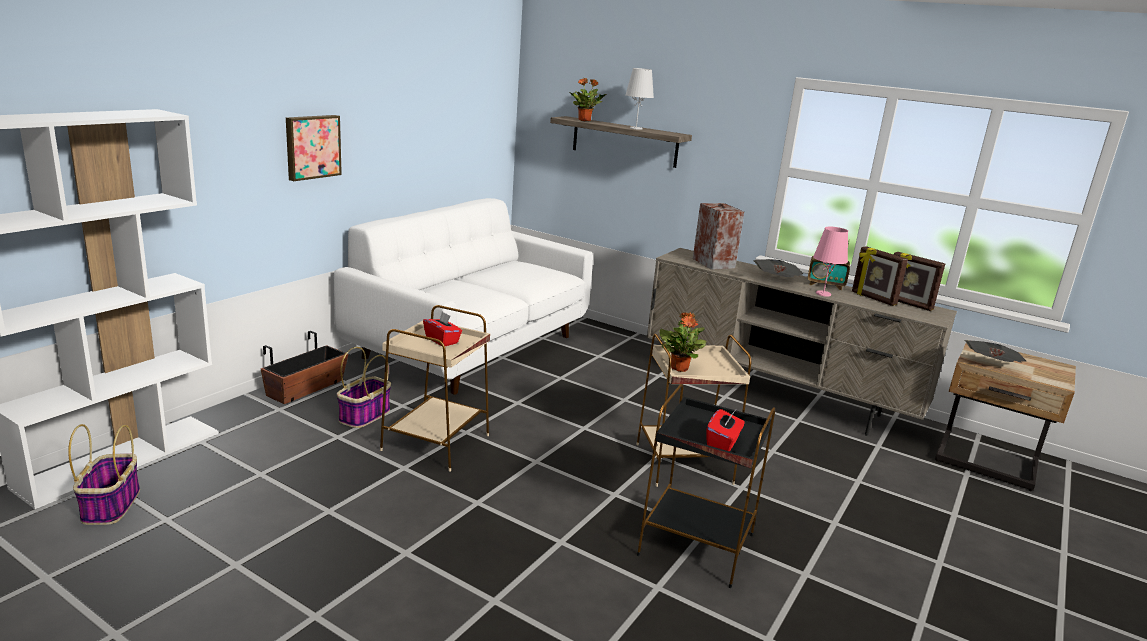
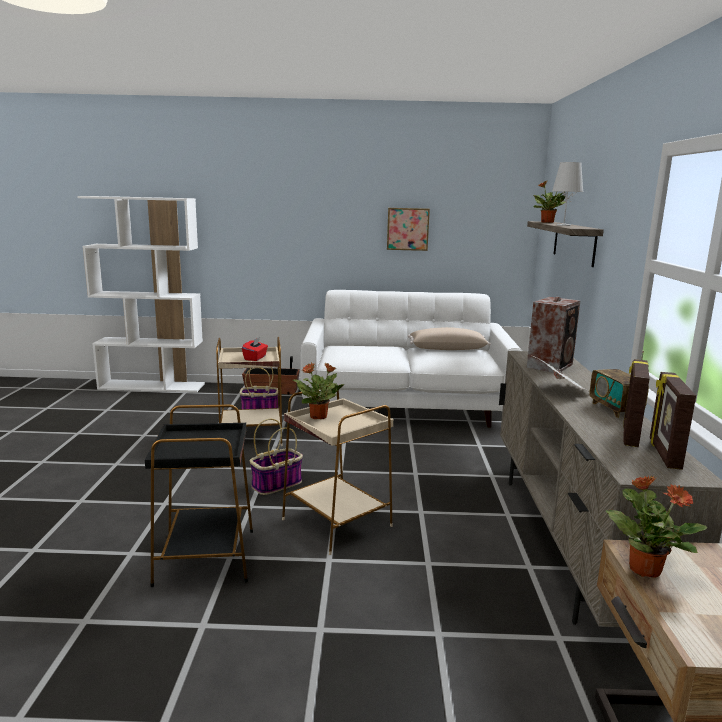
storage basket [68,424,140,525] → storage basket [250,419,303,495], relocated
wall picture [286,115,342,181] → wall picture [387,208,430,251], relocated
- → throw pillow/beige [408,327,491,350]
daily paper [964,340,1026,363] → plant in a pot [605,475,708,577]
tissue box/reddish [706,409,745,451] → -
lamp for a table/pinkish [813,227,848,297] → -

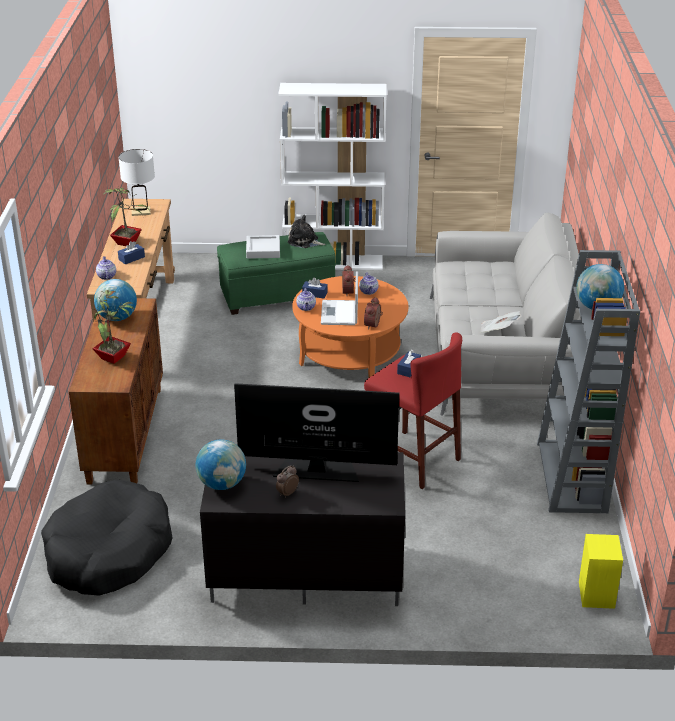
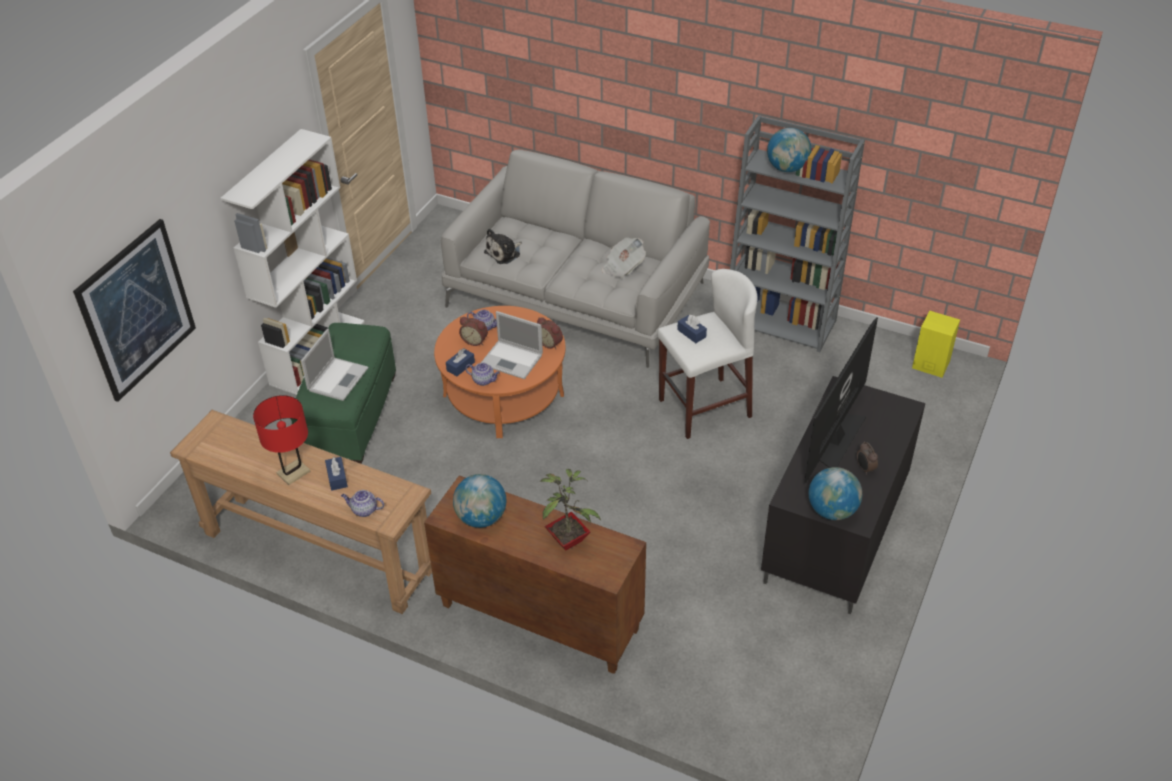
- → wall picture [73,219,196,402]
plant in a pot [102,187,150,246] → lamp for a table/reddish [253,395,310,485]
tray/greyish [246,235,280,259] → notebook computer [301,329,368,401]
soft toy [287,215,325,248] → soft toy [484,228,522,264], relocated
stool seat/reddish [364,332,462,489] → stool seat/white [657,269,758,439]
pet bed/black-coloured [41,480,173,595] → -
lamp for a table/white [118,149,155,216] → -

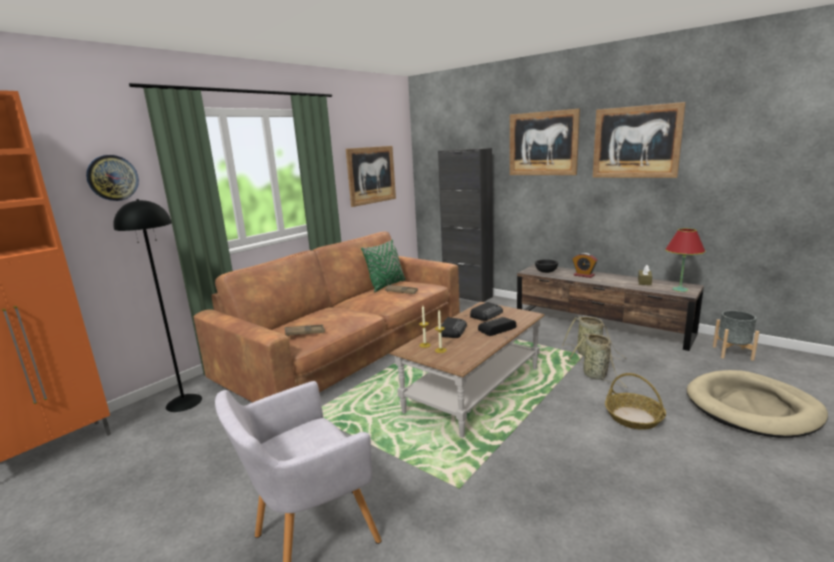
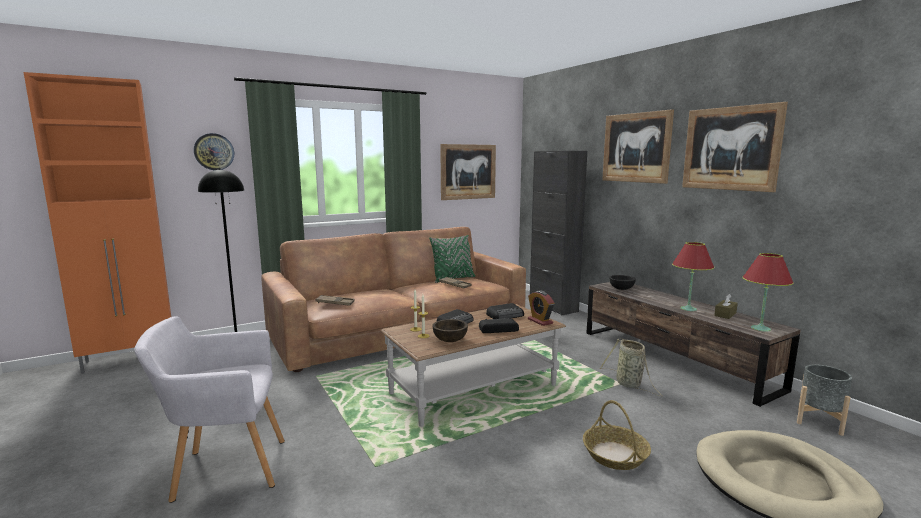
- → deep dish/brown [432,319,468,342]
bedside clock [572,253,598,278] → bedside clock [528,290,554,326], relocated
- → lamp for a table/reddish [672,242,715,311]
storage basket [567,333,628,388] → -

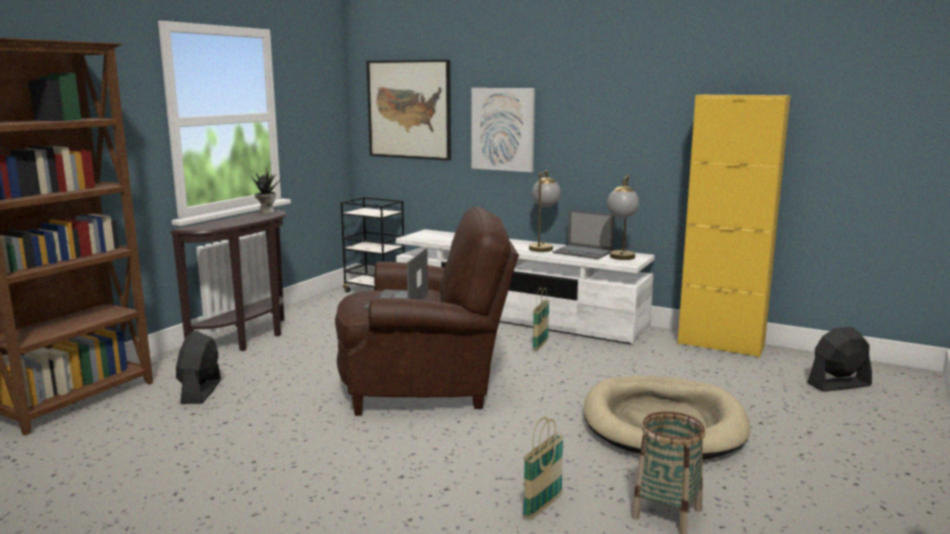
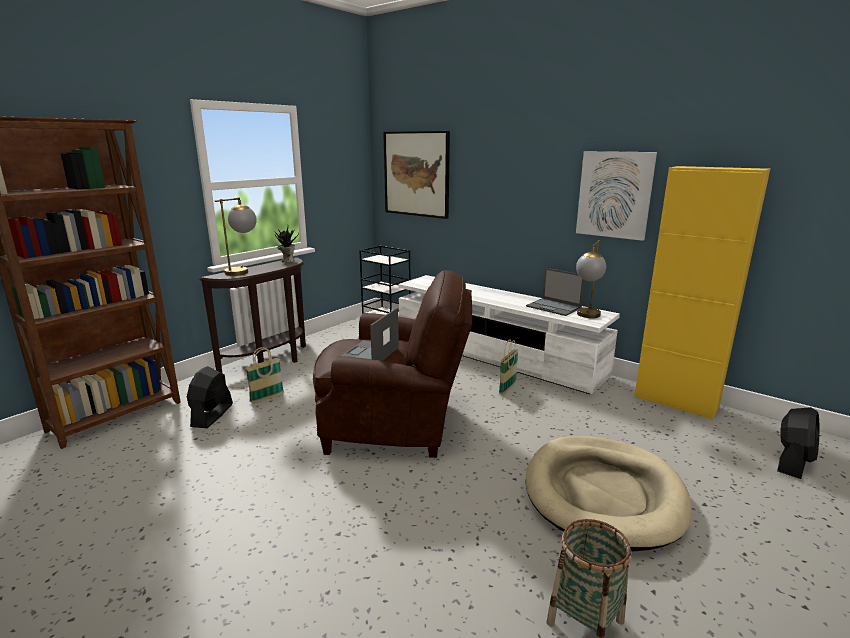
lamp for a table [529,170,561,252] → lamp for a table [215,198,257,276], relocated
storage basket [523,417,564,520] → storage basket [245,347,284,403], relocated
wall picture [472,88,535,172] → wall picture [576,151,657,241], relocated
electric fan/black-coloured [807,327,872,392] → electric fan/black-coloured [777,407,820,479], 135 degrees clockwise

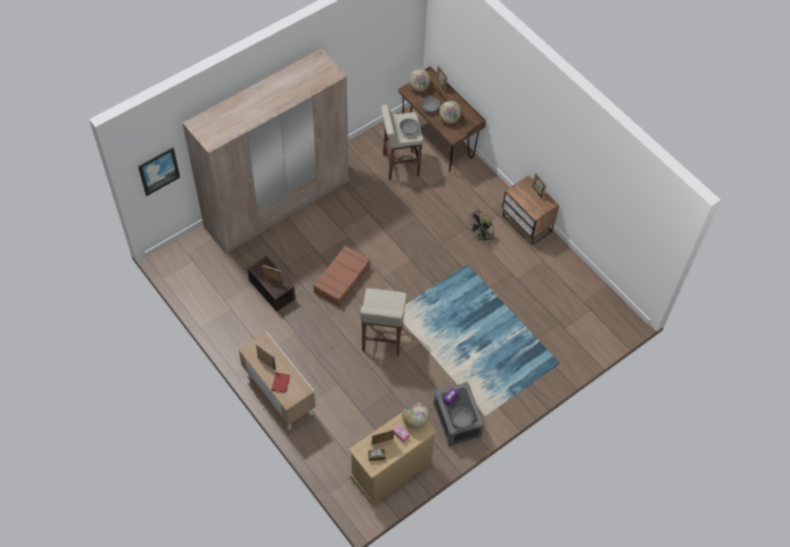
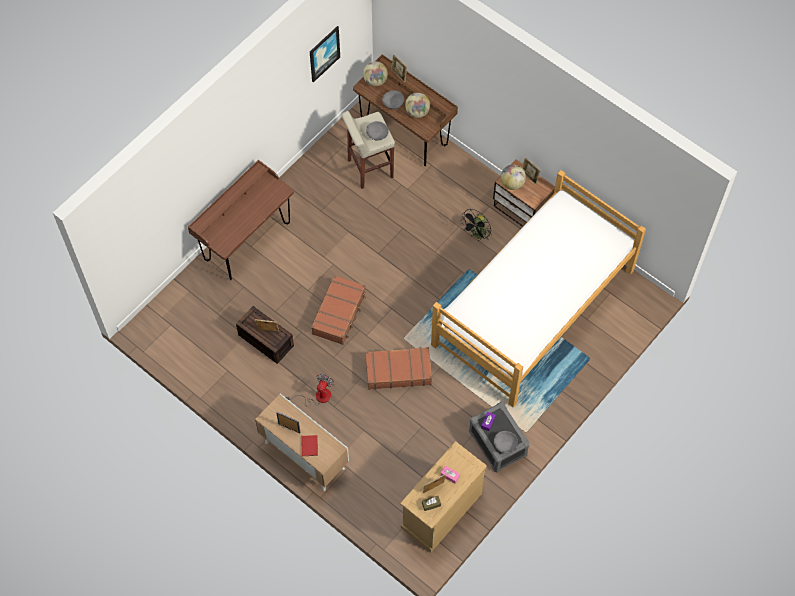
armoire/beige [182,48,349,254] → desk/brown [188,160,294,280]
- → electric fan [285,374,334,406]
wall picture [138,147,180,196] → wall picture [310,26,340,83], relocated
stool seat/beige [360,288,407,356] → travel case/brown [366,347,432,390]
- → bed [431,170,646,407]
world globe [402,402,429,429] → world globe [500,164,526,190], relocated

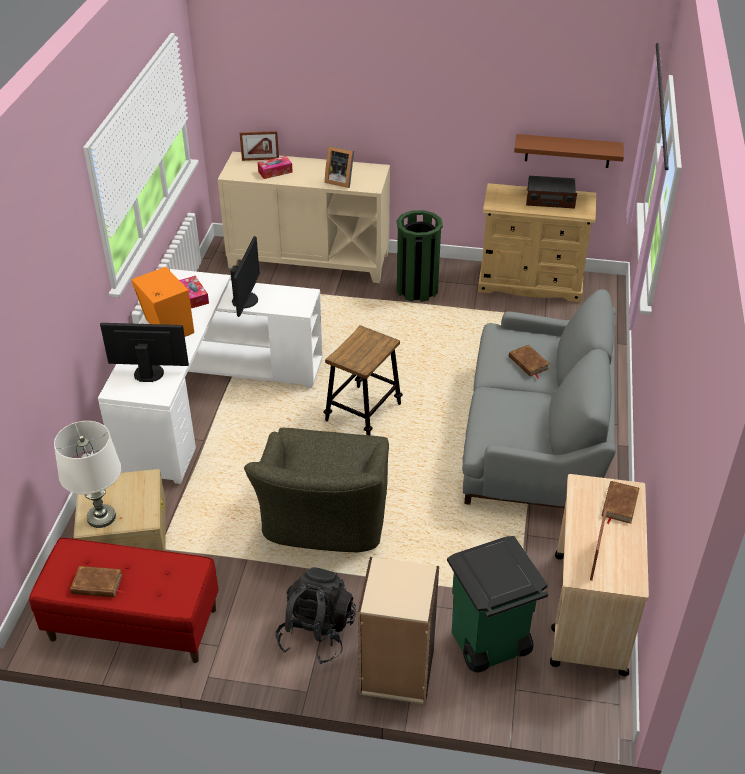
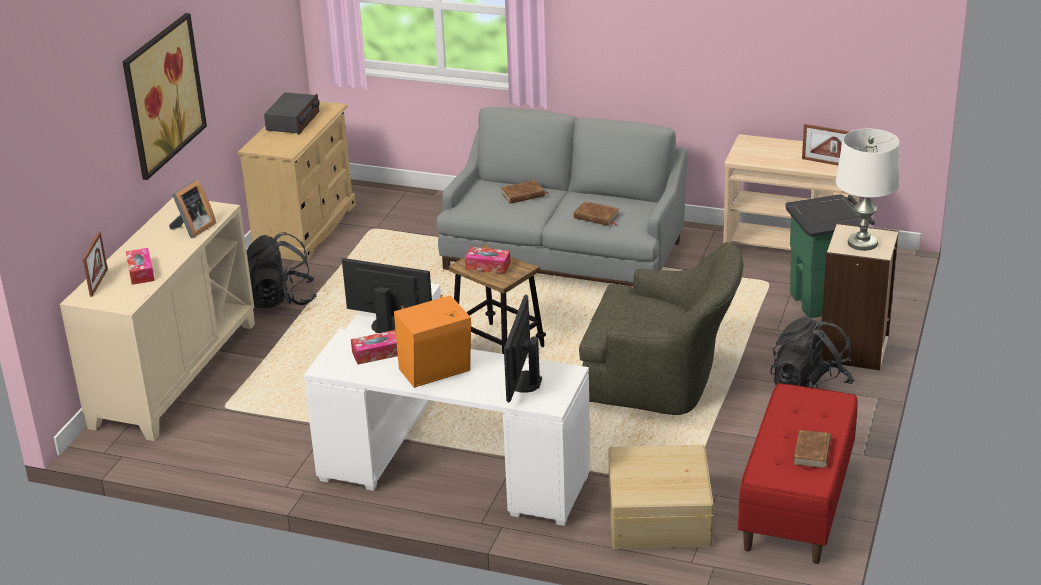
- → wall picture [123,13,207,180]
rubbish bin/green [397,210,443,302] → rucksack/black-coloured [247,232,317,309]
- → tissue box [465,247,510,274]
bound book/brown [602,481,639,524] → bound book/brown [574,201,619,226], relocated
lamp for a table/white [54,421,121,528] → lamp for a table/white [836,129,900,251], relocated
bracket shelf/brown [514,134,624,168] → -

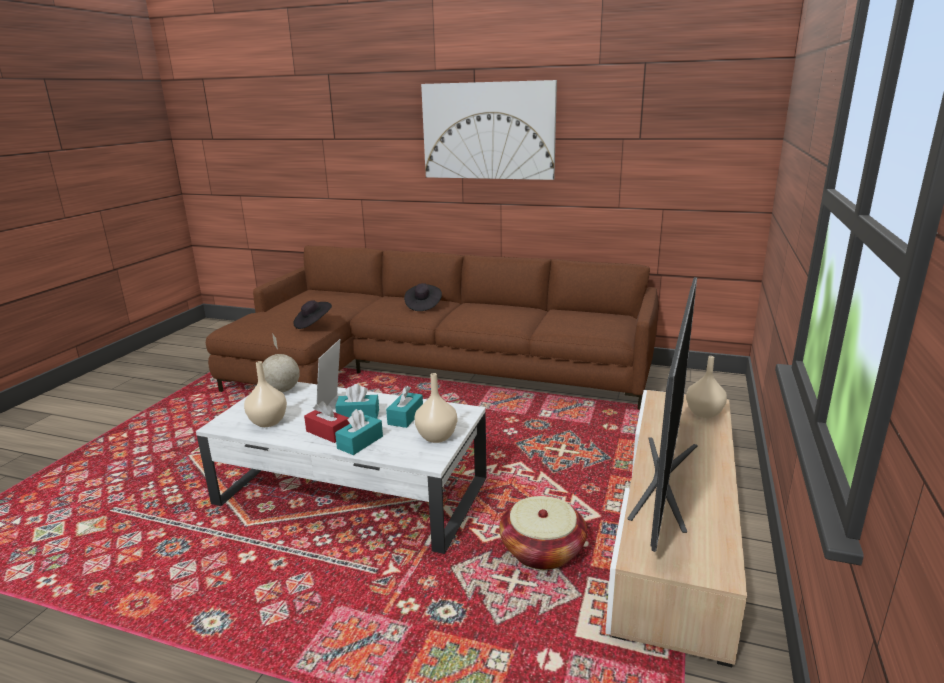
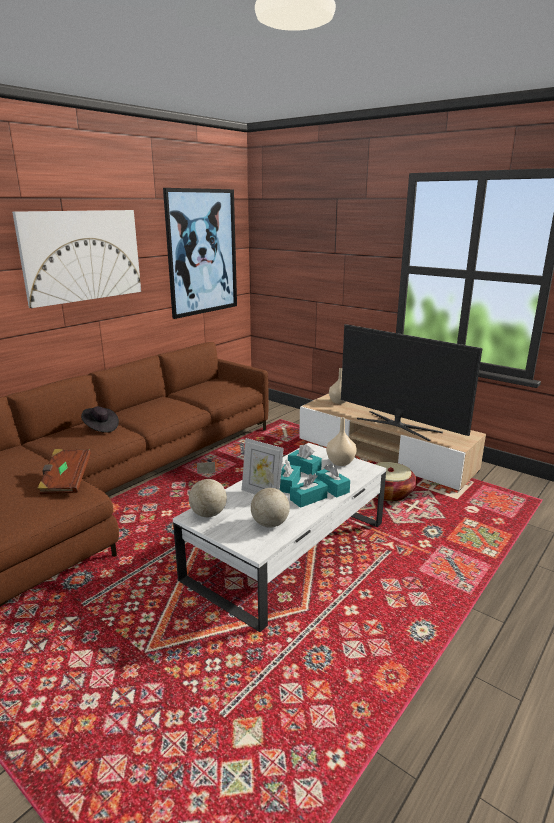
hat/black-coloured [293,300,332,329] → bound book/brown [37,449,91,494]
- → wall picture [163,188,237,319]
flower vase/beige [244,361,287,427] → world globe [251,467,290,528]
tissue box/reddish [304,401,350,443] → tissue box/turquoise-coloured [290,474,328,508]

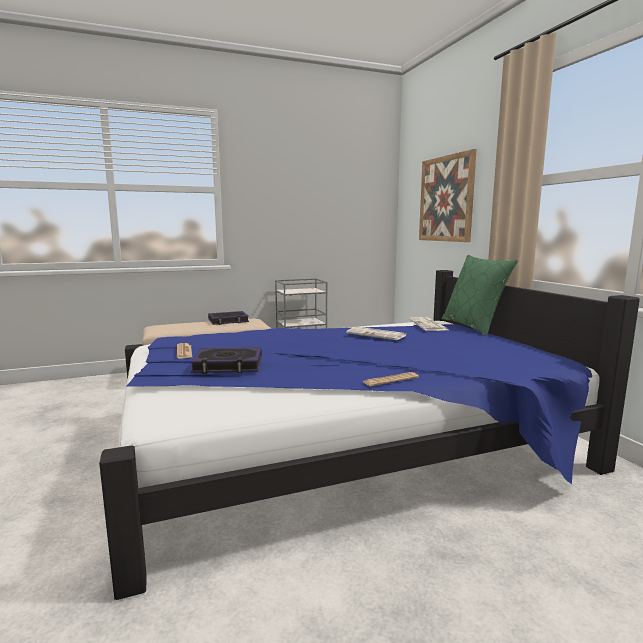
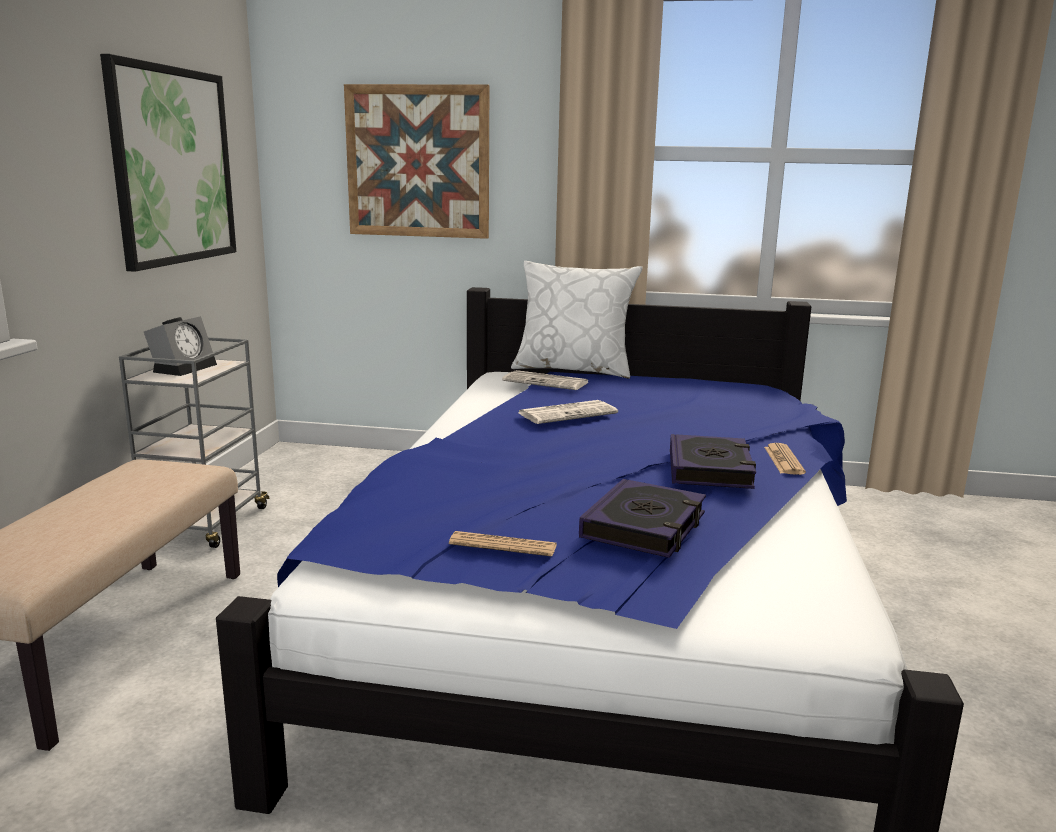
- → wall picture [100,54,236,272]
- → bedside clock [144,316,217,376]
throw pillow/green [442,255,518,336] → throw pillow/white [511,261,643,379]
bound book [208,311,249,325] → bound book [670,434,756,489], relocated

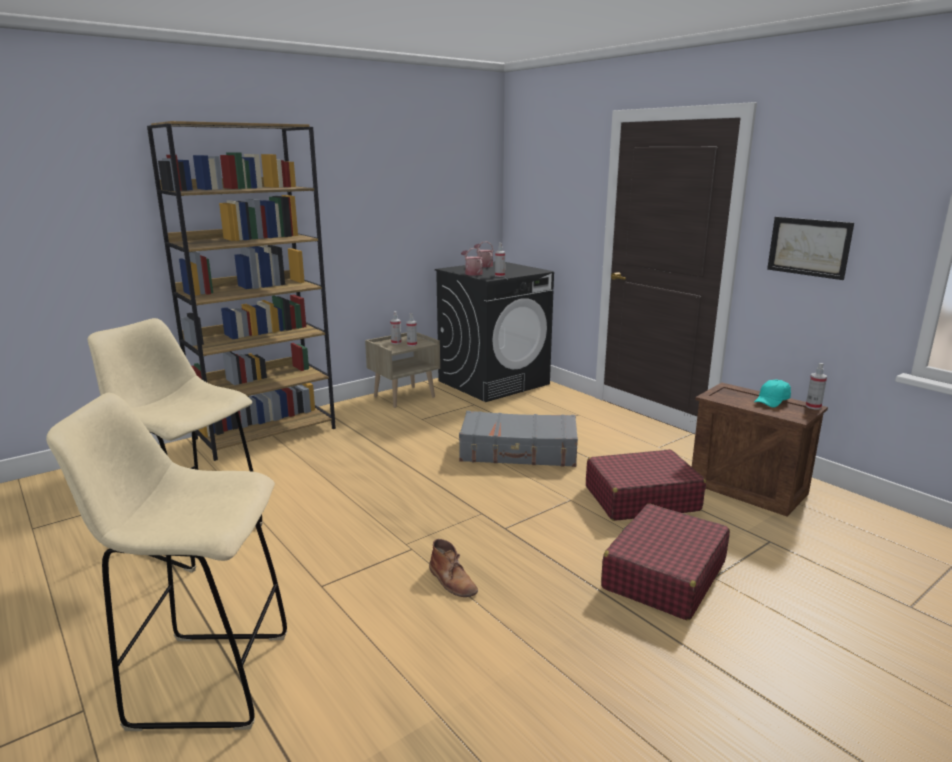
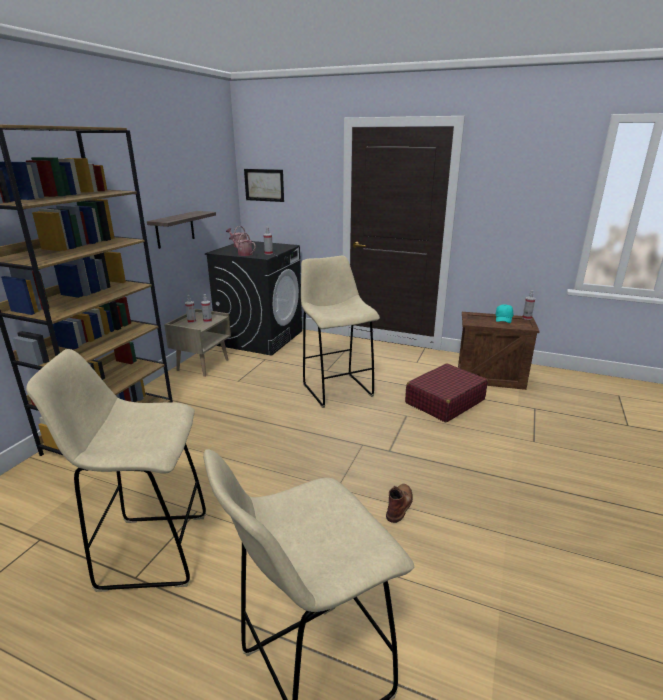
- → bracket shelf [147,211,216,249]
wall picture [767,217,854,280] → wall picture [244,169,284,202], relocated
travel case/greyish [459,411,578,467] → stool seat/beige [301,256,380,408]
tall boot/brown [429,539,478,597] → tall boot/brown [386,484,413,523], 90 degrees counterclockwise
travel case/reddish [601,504,730,620] → -

